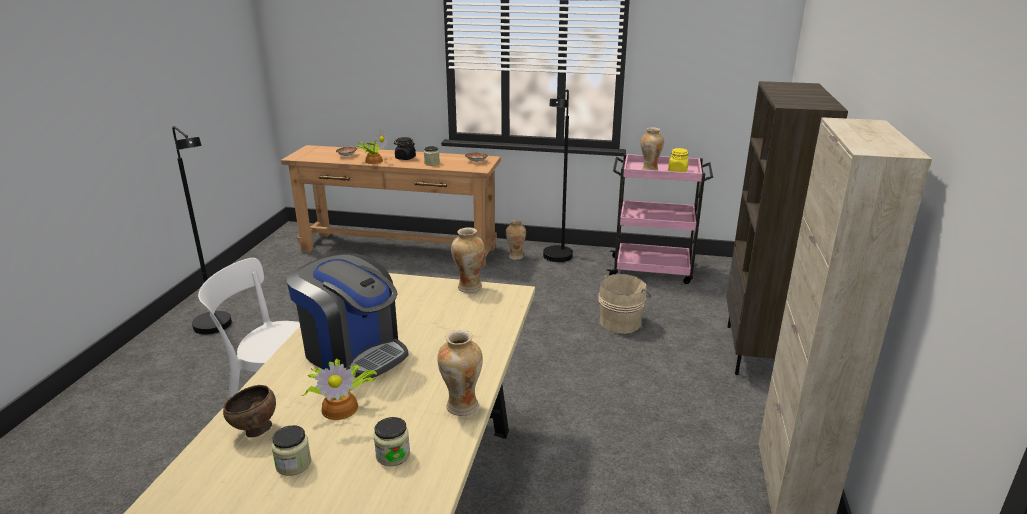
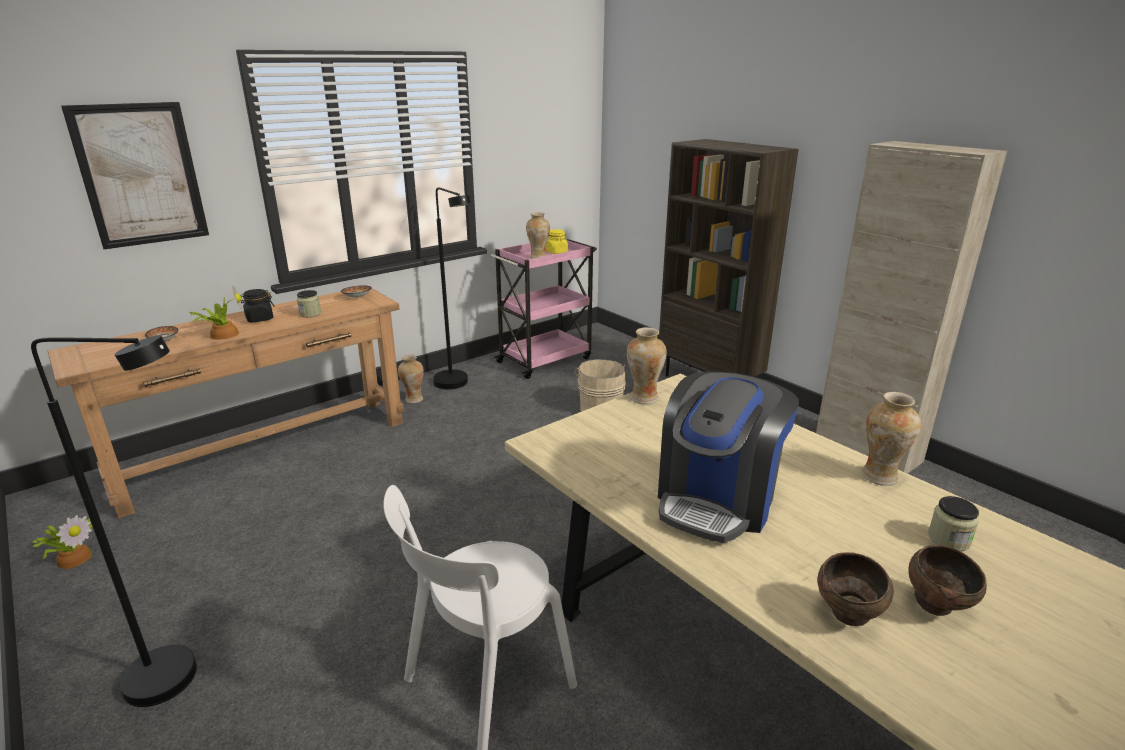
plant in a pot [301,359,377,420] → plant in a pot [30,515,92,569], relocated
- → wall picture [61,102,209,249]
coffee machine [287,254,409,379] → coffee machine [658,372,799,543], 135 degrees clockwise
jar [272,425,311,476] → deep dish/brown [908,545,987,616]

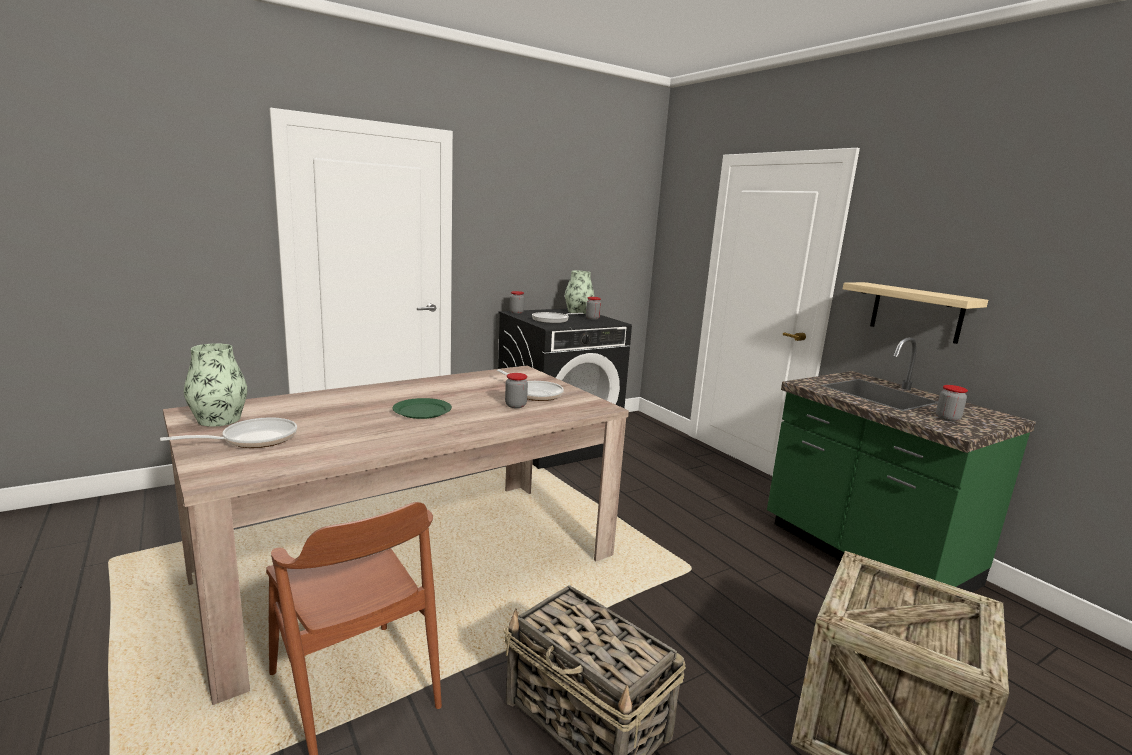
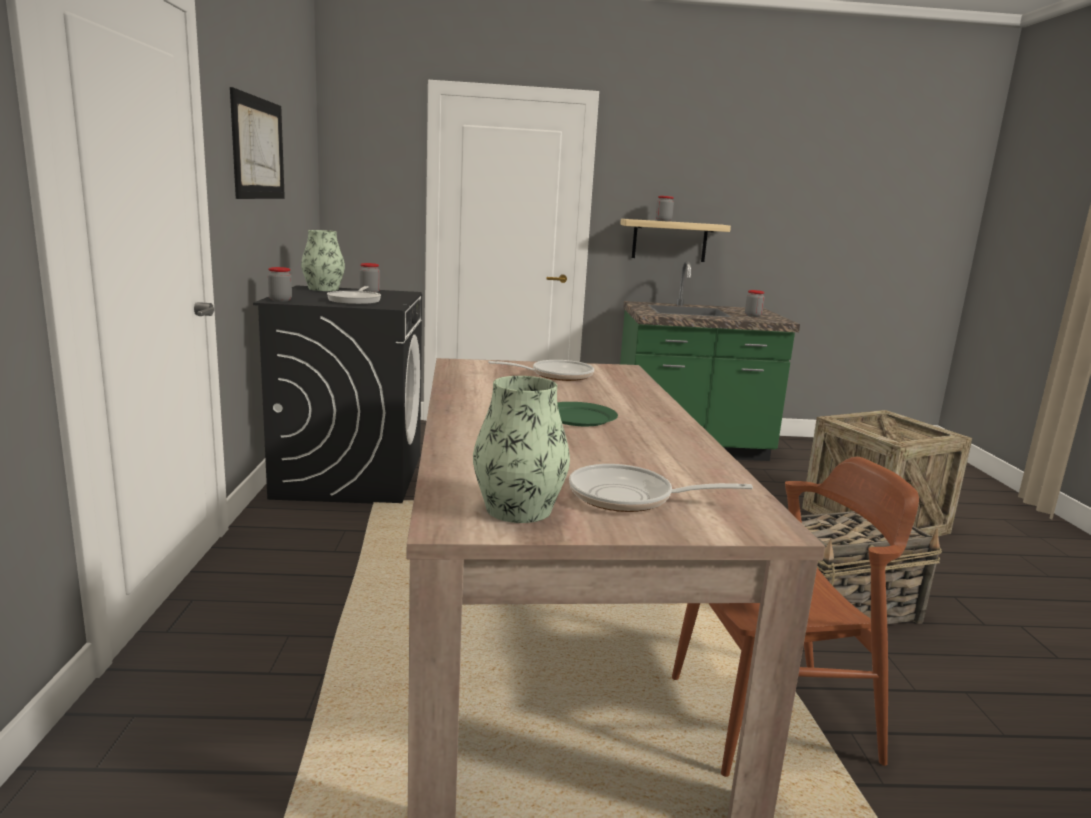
- → wall picture [230,87,285,199]
frying pan [160,418,297,448] → frying pan [569,464,753,512], 75 degrees counterclockwise
jar [505,373,528,408] → jar [656,196,674,222], relocated

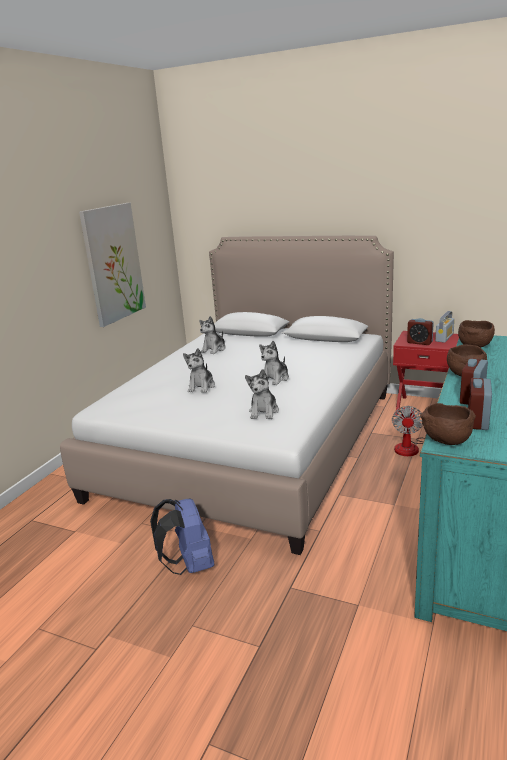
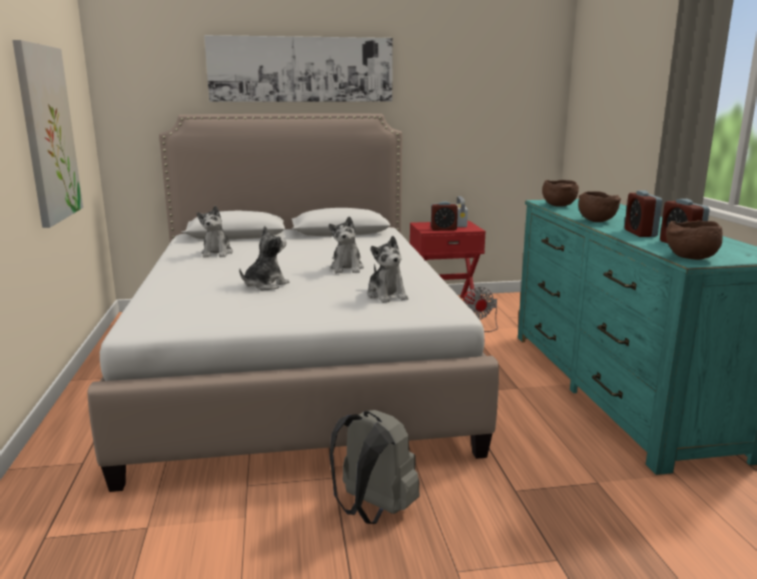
- → wall picture [204,35,393,102]
soft toy [183,348,215,393] → soft toy [239,226,289,290], 120 degrees counterclockwise
rucksack/blue [150,499,214,575] → rucksack/greyish [329,410,420,524]

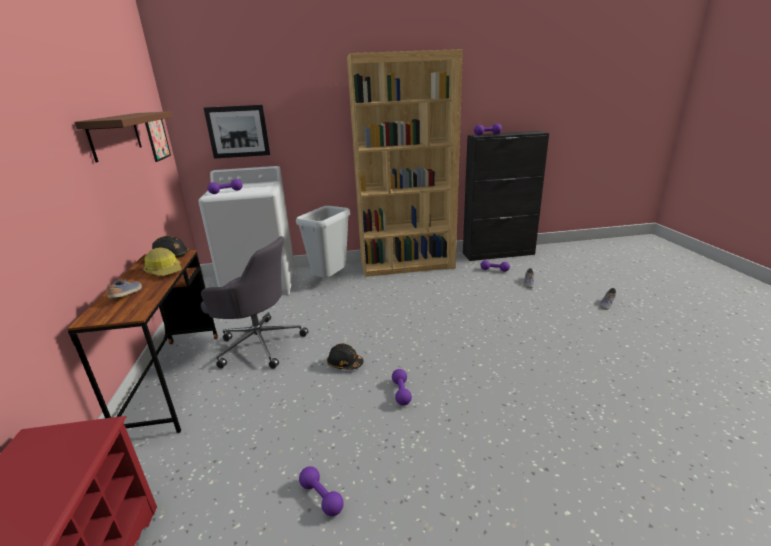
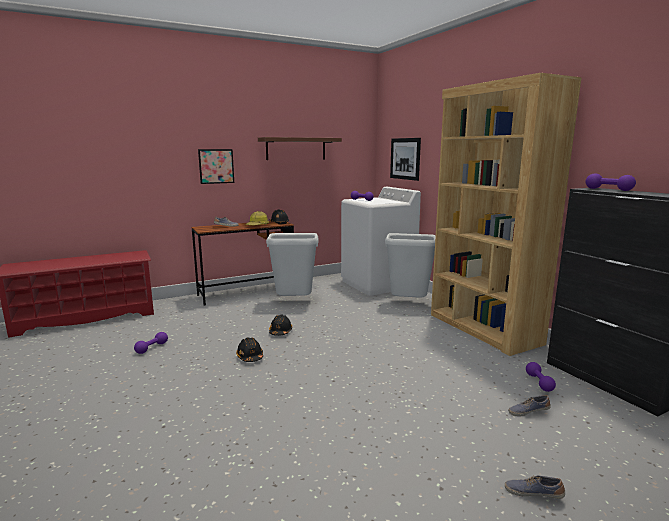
wall picture [145,120,171,162] → wall picture [198,149,234,184], relocated
free weight/purplish [392,369,412,406] → safety helmet/black-coloured [236,337,263,362]
office chair/greyish [201,236,308,369] → rubbish bin/greyish [266,233,319,296]

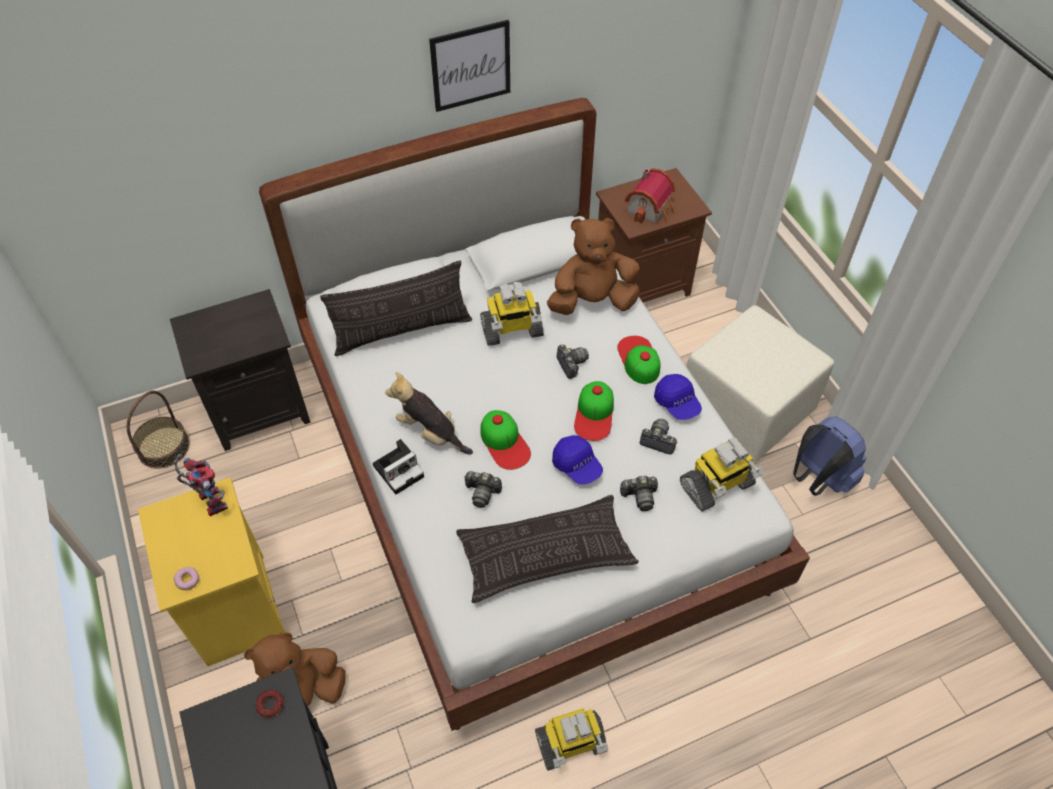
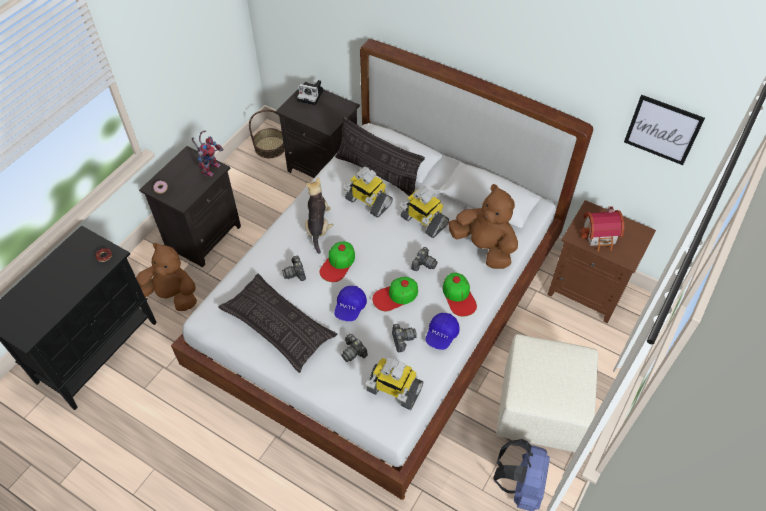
nightstand/yellowish [138,477,285,666] → nightstand/black-coloured [139,146,241,267]
photo camera [373,439,424,494] → photo camera [297,80,323,105], relocated
toy robot [535,708,608,771] → toy robot [343,166,393,217], relocated
peaked cap [617,336,660,384] → peaked cap [443,273,477,317], 120 degrees clockwise
wall picture [429,20,510,112] → wall picture [624,95,705,165], relocated

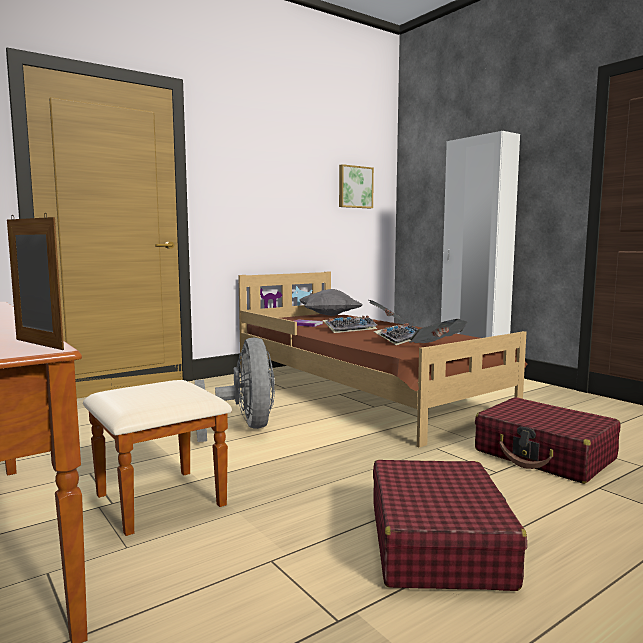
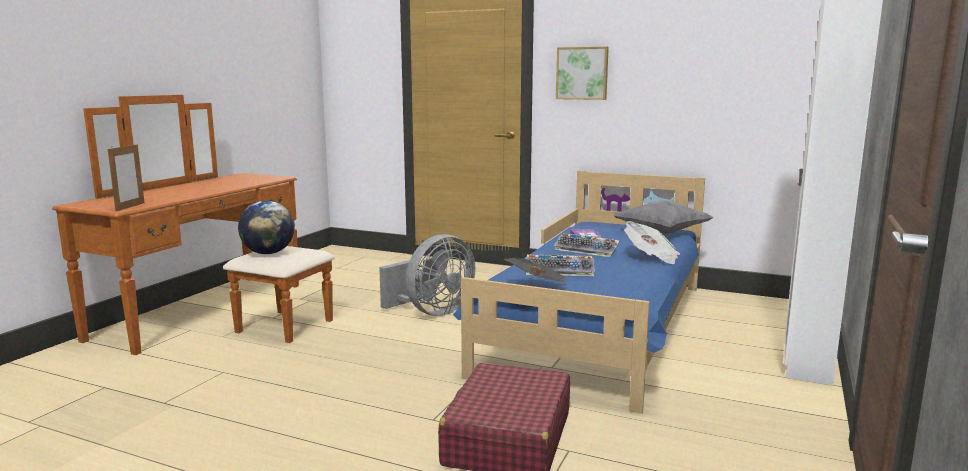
- → world globe [238,201,294,254]
bed/brown [238,271,527,448] → bed/blue [453,171,705,414]
wall picture [339,164,374,208] → wall picture [556,47,609,100], relocated
travel case/reddish [373,460,527,591] → -

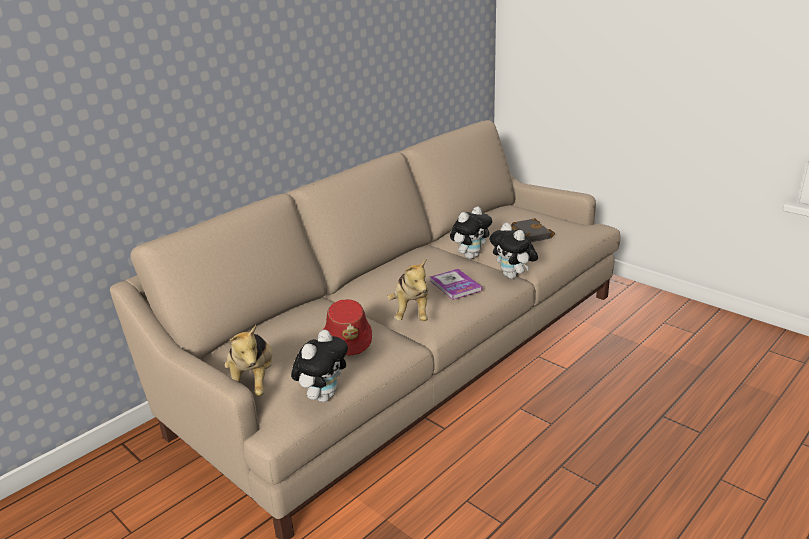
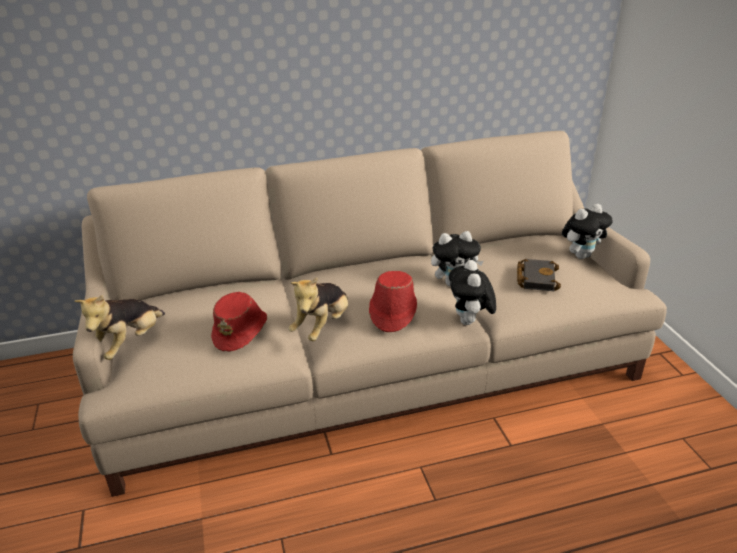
bound book [430,269,482,300] → hat/reddish [369,271,417,332]
soft toy [291,330,348,402] → soft toy [562,204,613,259], relocated

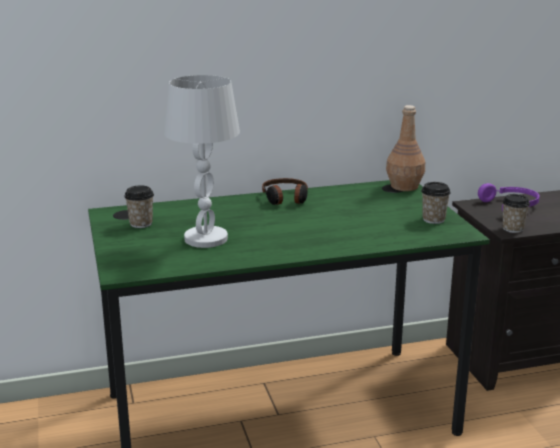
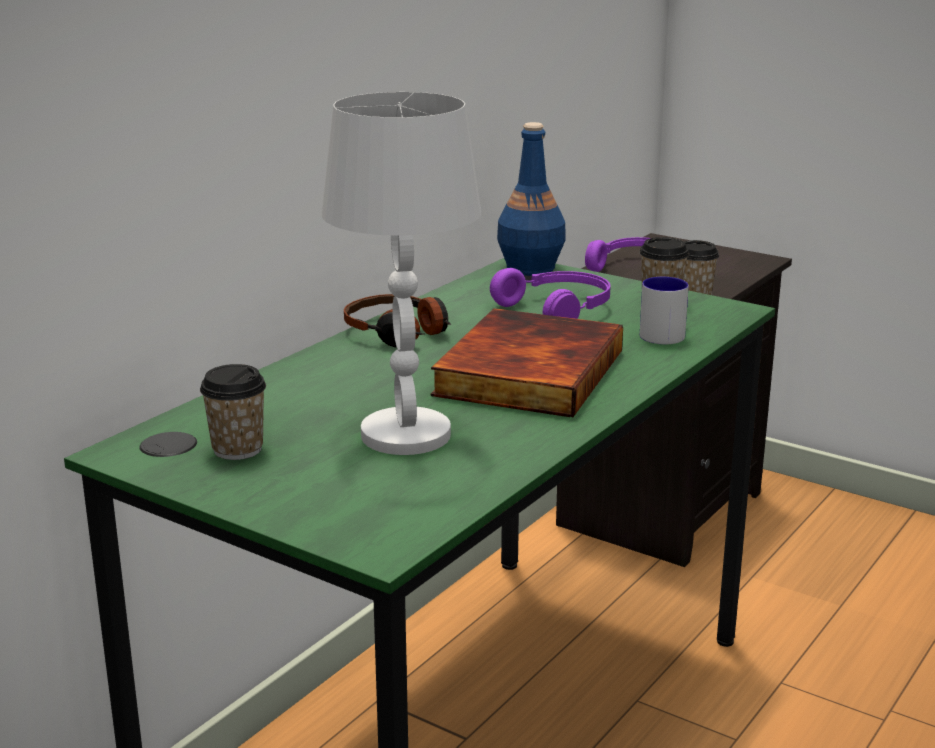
- → bound book [431,308,623,418]
- → pair of headphones/purplish [490,268,611,319]
beverage bottle/brown [386,105,425,191] → beverage bottle/blue [497,122,566,276]
- → coffee mug [640,277,689,344]

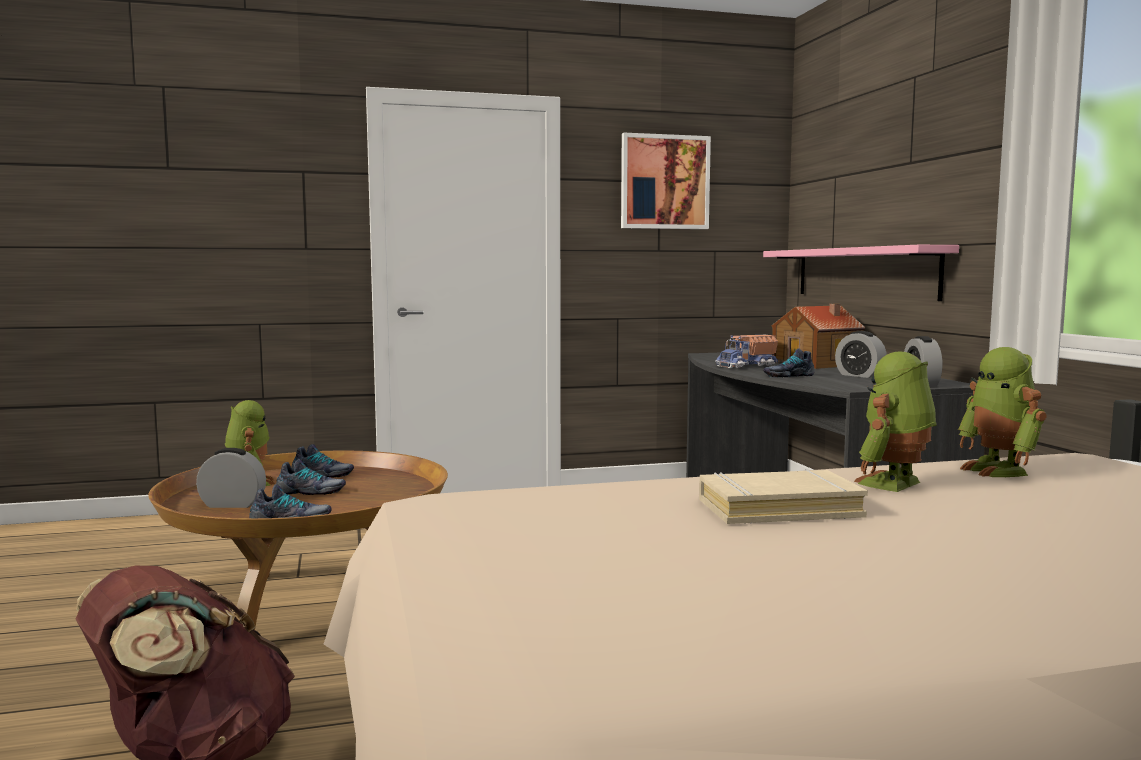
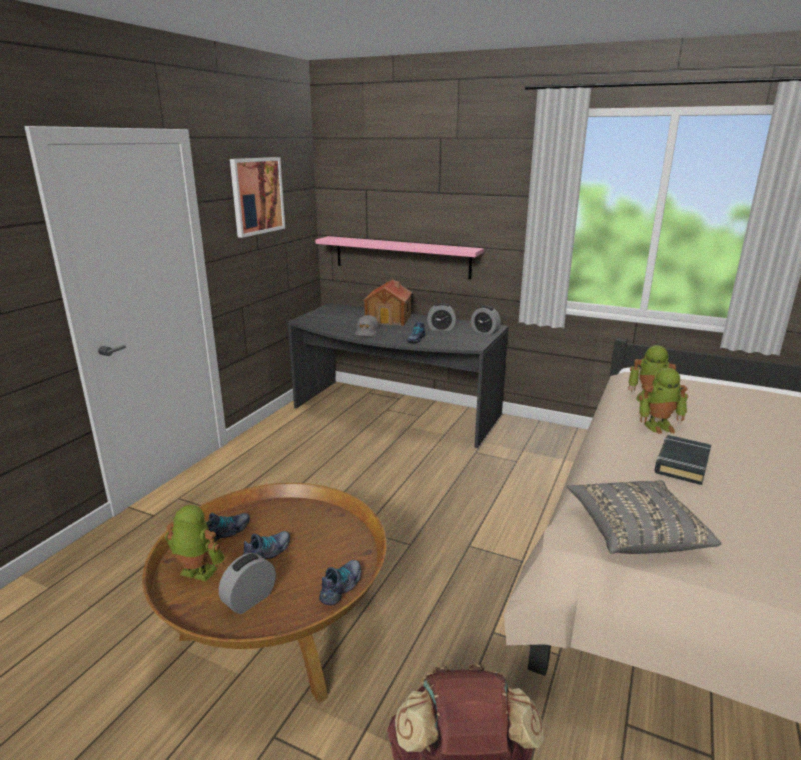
toy lorry [715,335,778,368] → peaked cap/greyish [354,315,379,336]
- → throw pillow/greyish [567,480,722,554]
toy robot [854,351,937,492] → toy robot [639,368,688,434], 90 degrees counterclockwise
bound book/beige [699,469,868,524] → bound book/black-coloured [654,435,711,485]

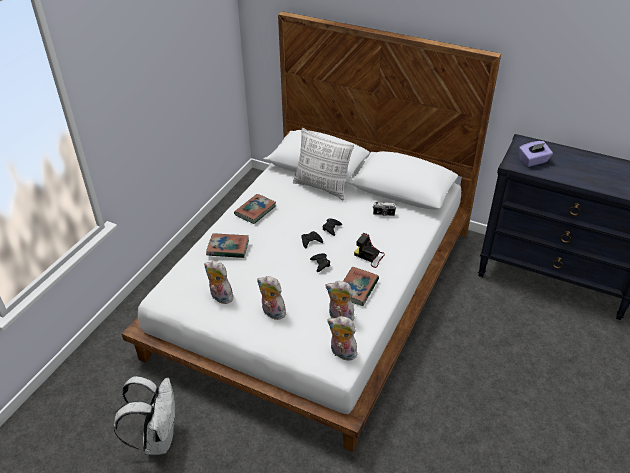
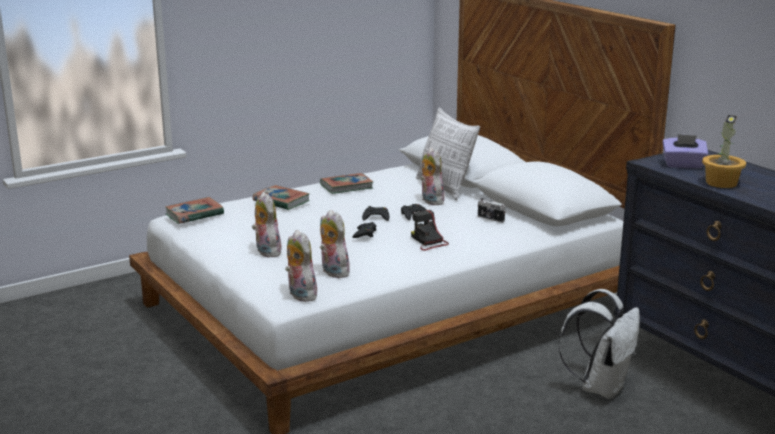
bound book [343,267,379,306] → bound book [165,197,224,224], relocated
soft toy [204,260,235,304] → soft toy [420,147,445,205], relocated
rucksack/white [114,376,177,455] → rucksack/white [558,289,640,399], relocated
- → plant in a pot [702,115,746,188]

